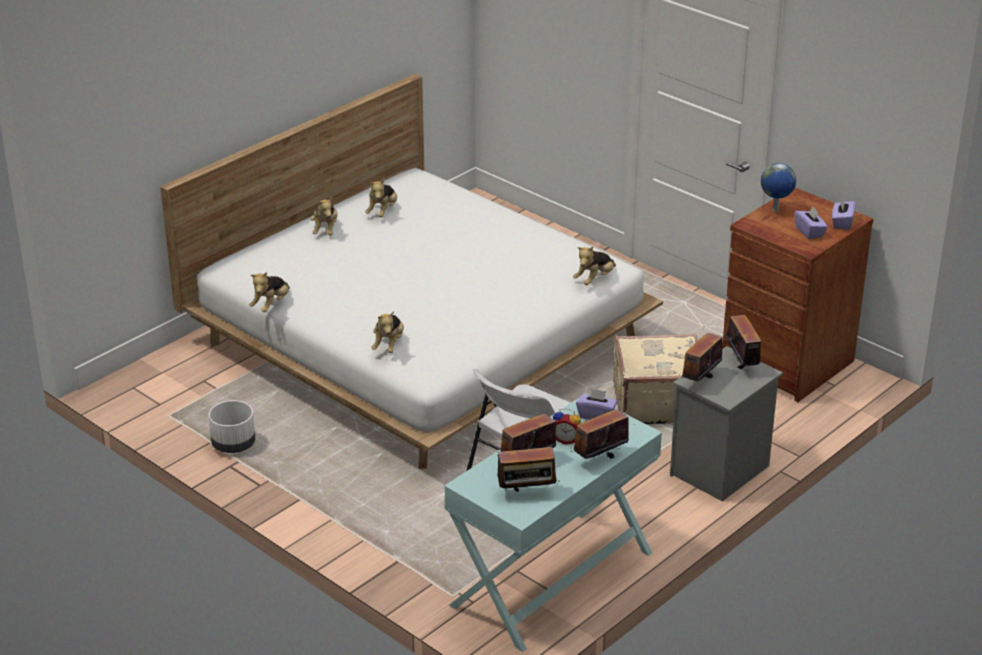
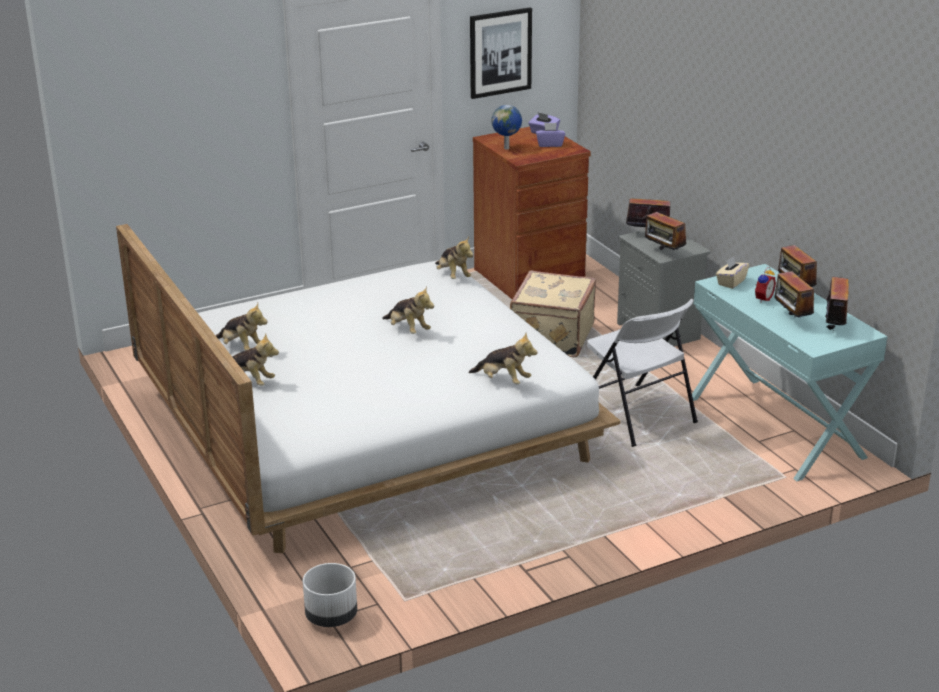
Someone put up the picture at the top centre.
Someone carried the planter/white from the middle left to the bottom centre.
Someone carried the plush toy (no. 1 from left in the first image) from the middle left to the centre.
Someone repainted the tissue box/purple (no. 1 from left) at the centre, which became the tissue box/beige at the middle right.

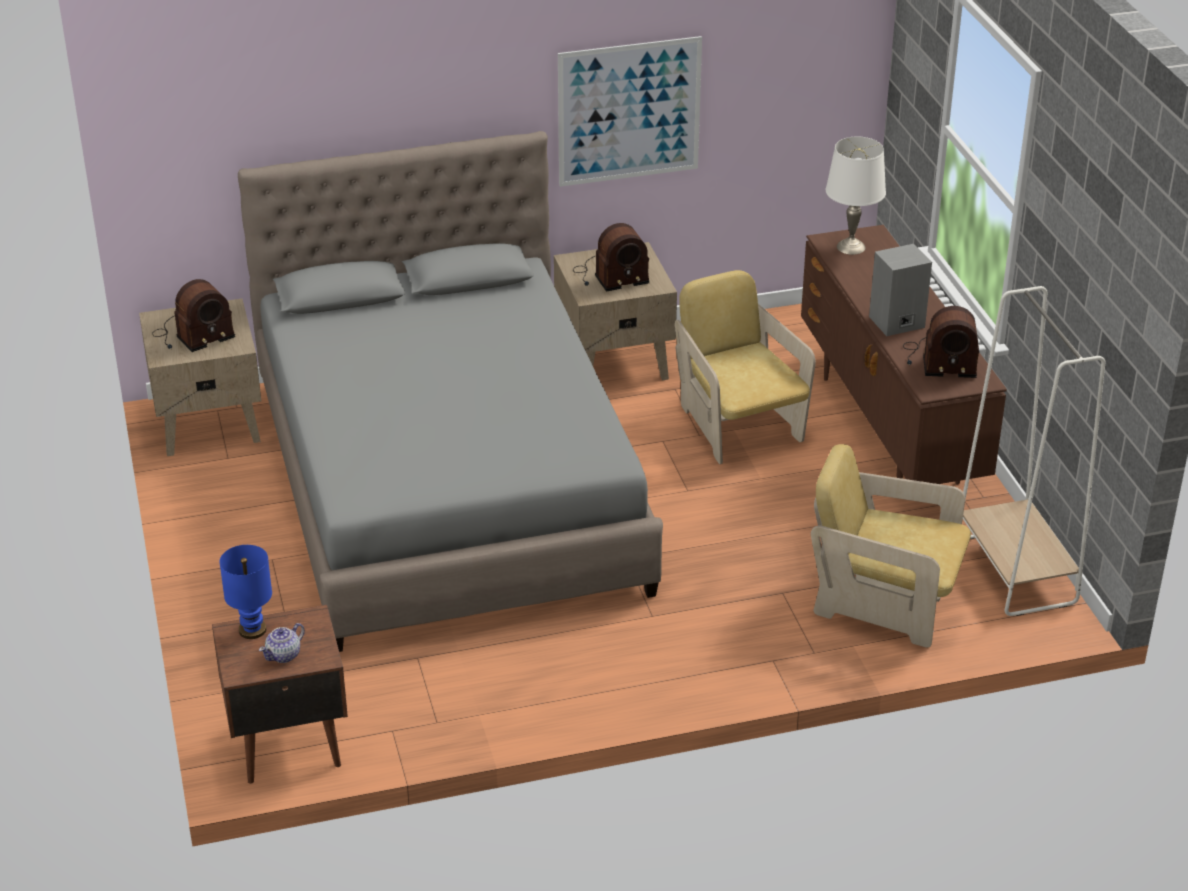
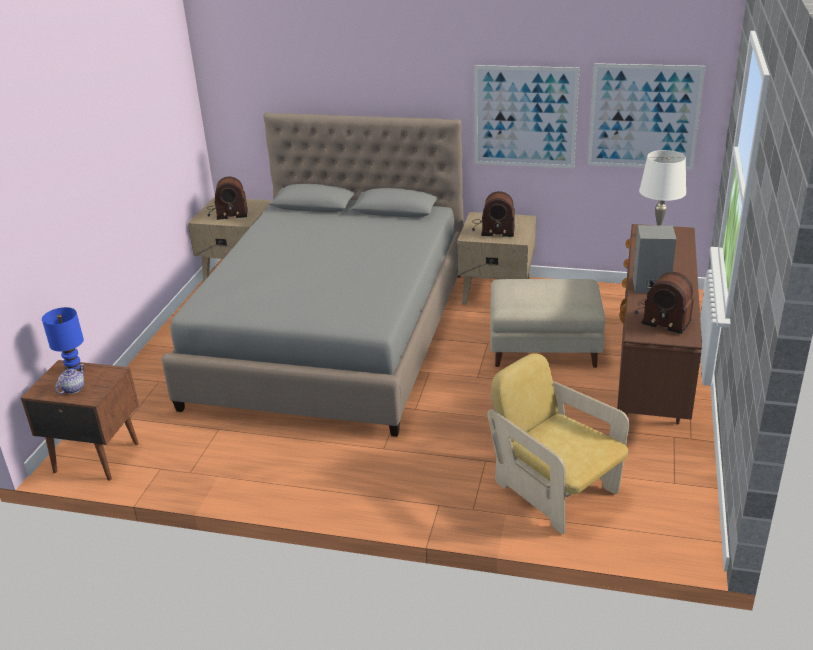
Someone took away the clothes rack at the middle right.
Someone put up the picture (no. 2 from left) at the top right.
Someone swapped the armchair/yellow (no. 1 from left) at the centre for the ottoman/beige at the middle right.
Someone rotated the teapot at the bottom left by 135 degrees clockwise.

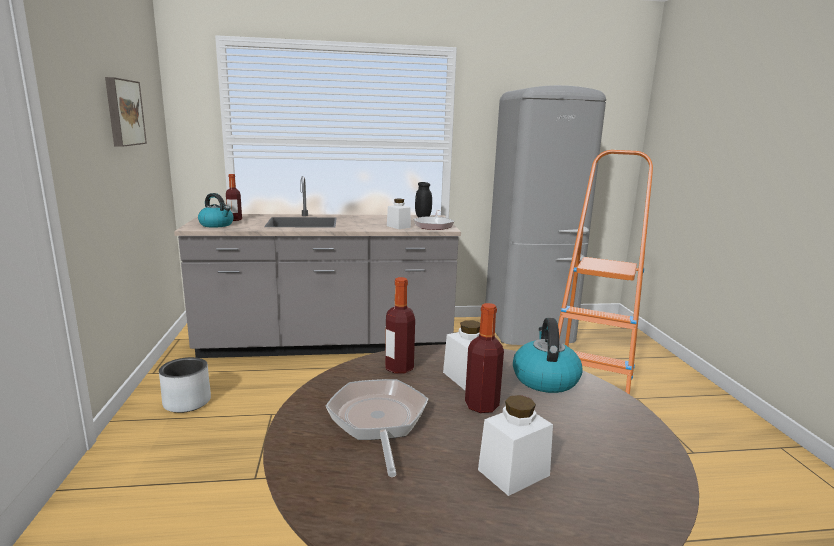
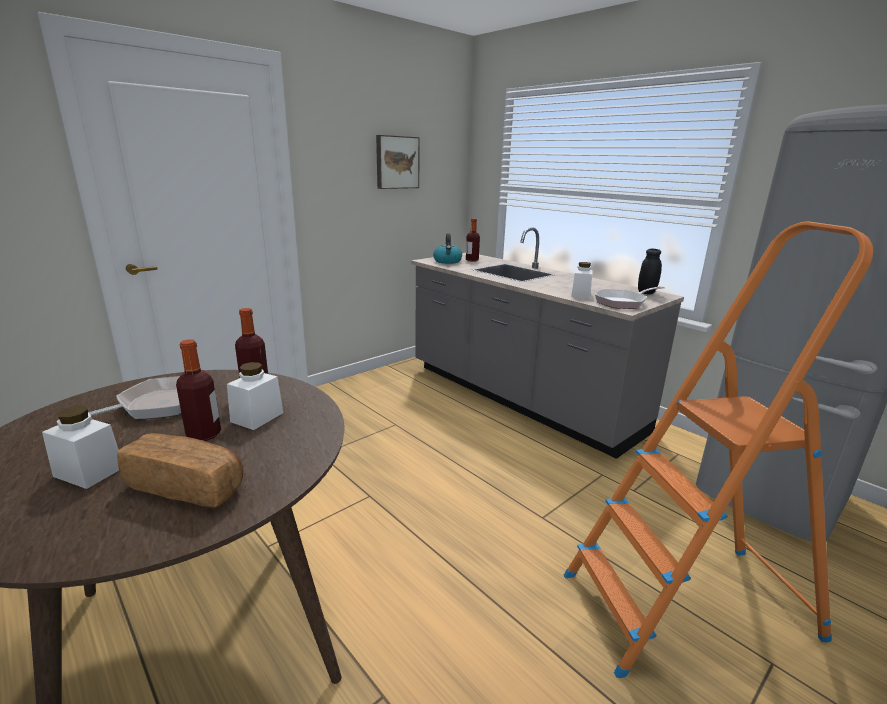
Someone took away the planter/grey at the bottom left.
Someone took away the kettle (no. 2 from left) at the centre.
Someone put down the bread at the bottom left.

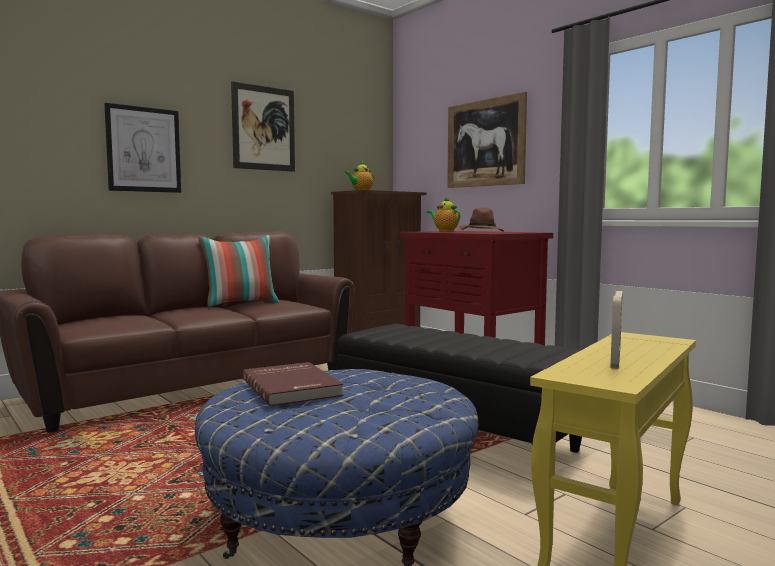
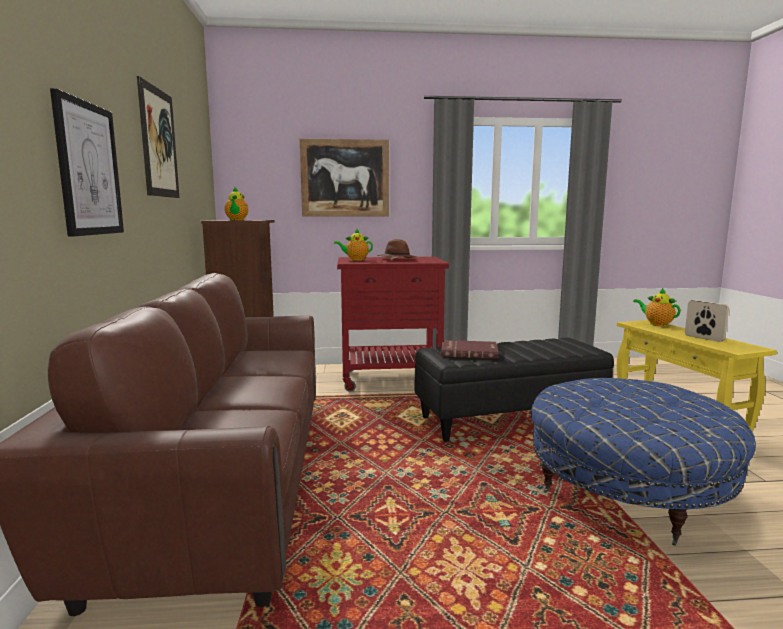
Someone took away the pillow at the middle left.
Someone put down the teapot (no. 3 from left) at the middle right.
Someone carried the book/red from the bottom centre to the centre.

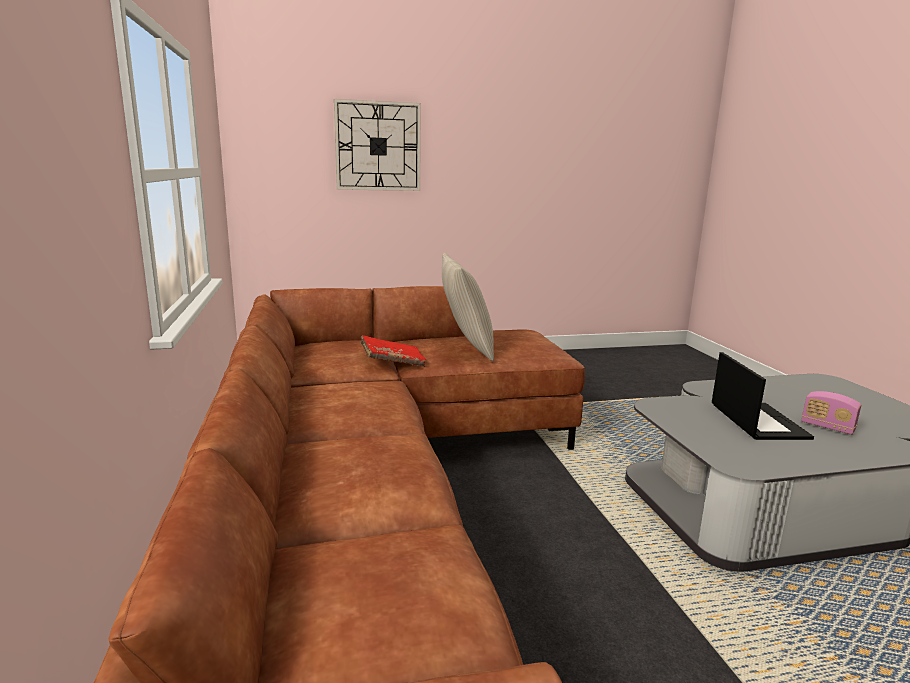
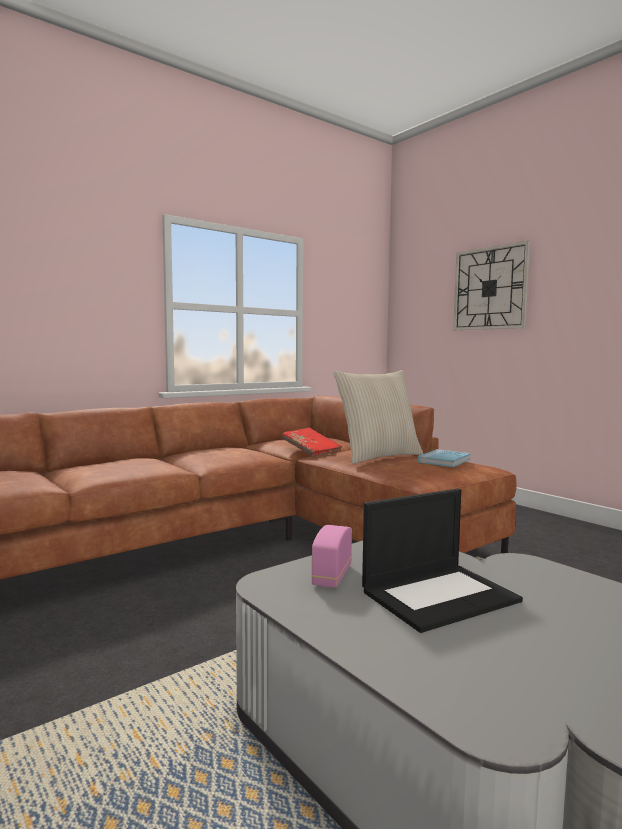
Someone put down the book/blue at the middle right.
Someone carried the radio from the middle right to the bottom centre.

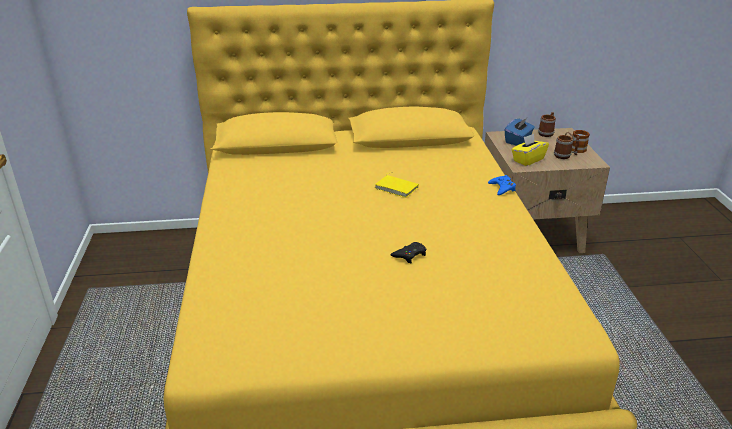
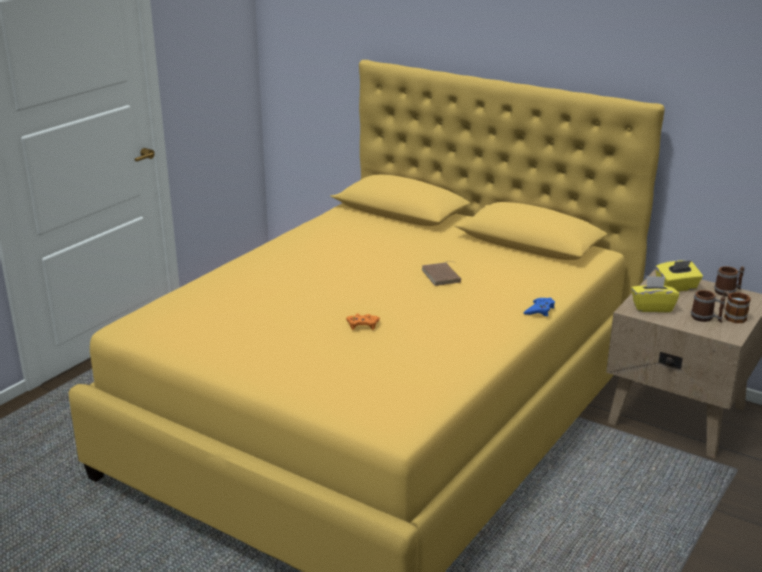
Someone repainted the book/yellow at the centre, which became the book/brown at the centre.
Someone repainted the game controller/black at the centre, which became the game controller/orange at the centre.
Someone repainted the tissue box/blue at the top right, which became the tissue box/yellow (no. 2 from left) at the middle right.

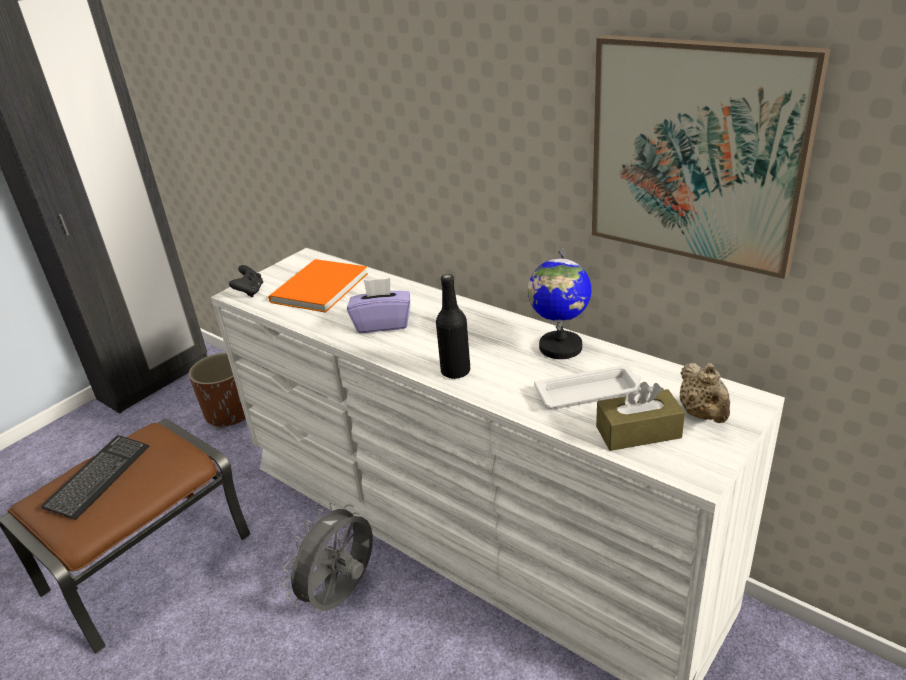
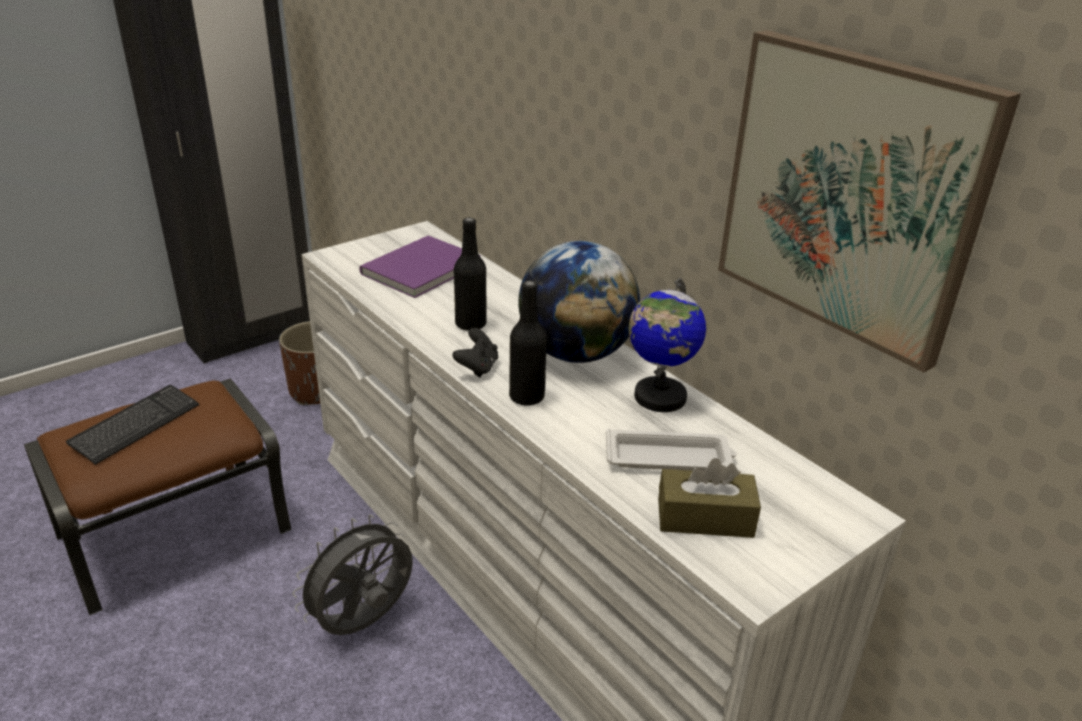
Someone took away the teapot/beige at the middle right.
Someone put down the globe (no. 1 from left) at the centre.
Someone carried the game controller/black from the middle left to the centre.
Someone swapped the tissue box/purple at the centre for the bottle/black (no. 1 from left) at the centre.
Someone repainted the book/orange at the centre, which became the book/purple at the centre.

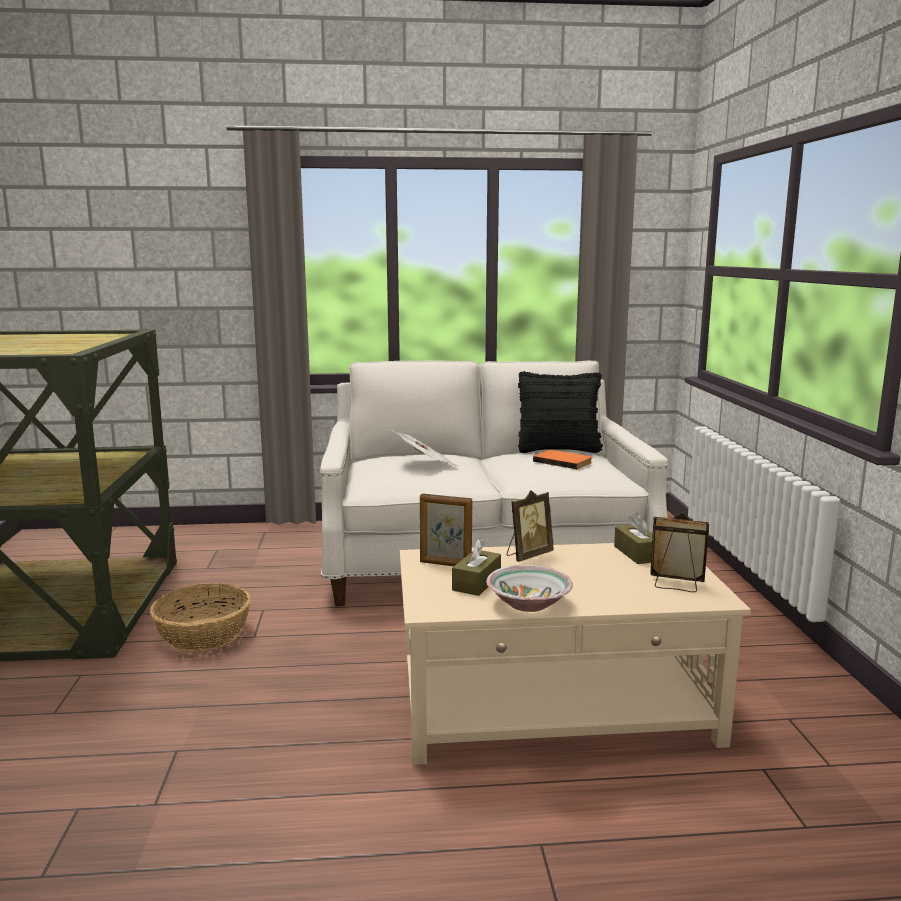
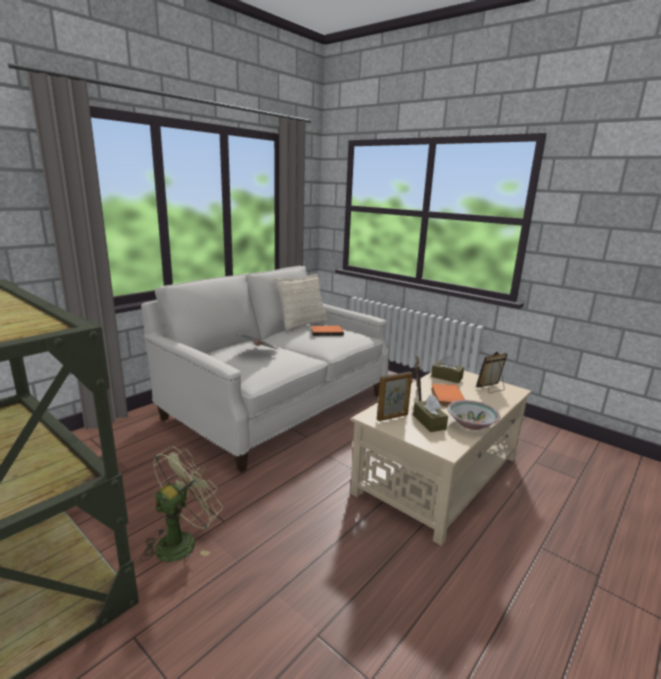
Someone put down the book/orange (no. 2 from left) at the middle right.
Someone swapped the basket at the bottom left for the fan/green at the bottom left.
Someone repainted the pillow/black at the centre, which became the pillow/beige at the centre.

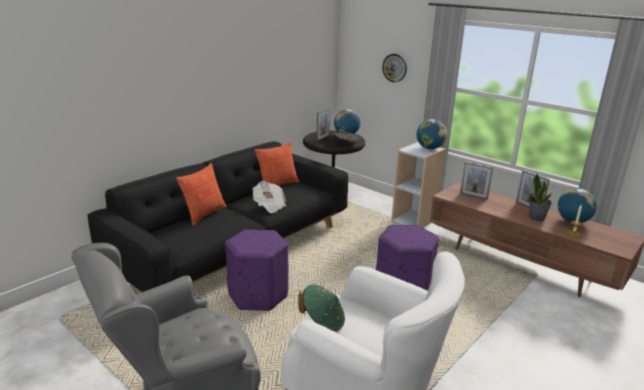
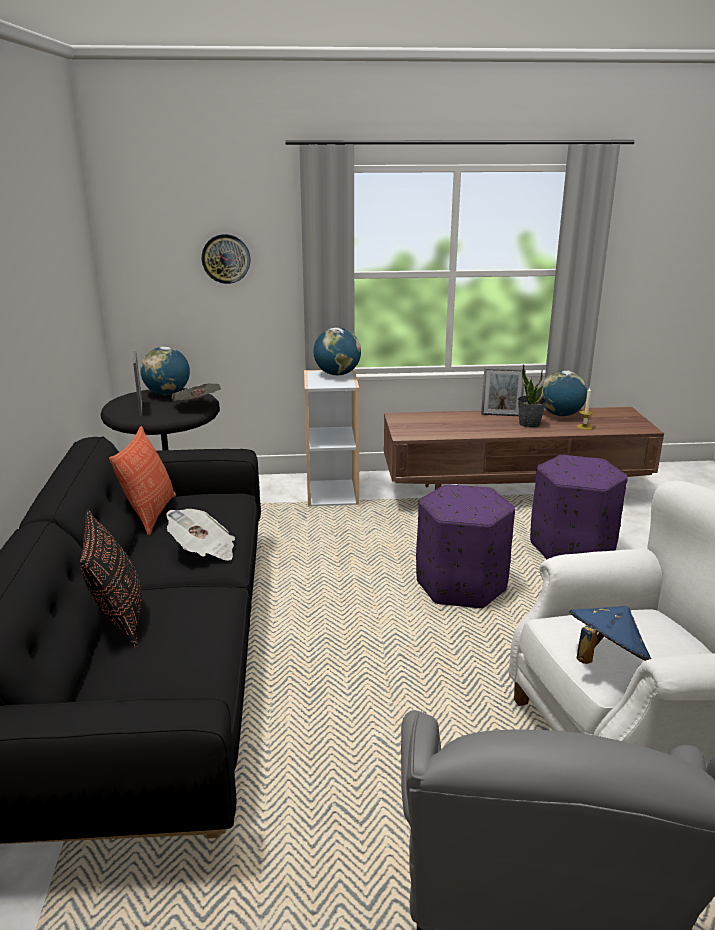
Someone took away the picture frame (no. 2 from left) at the middle right.
Someone carried the ottoman/purple (no. 1 from left in the first image) from the bottom centre to the middle right.
Someone repainted the pillow/orange (no. 1 from left) at the middle left, which became the pillow/black at the middle left.
Someone repainted the hat/green at the bottom centre, which became the hat/blue at the bottom right.

